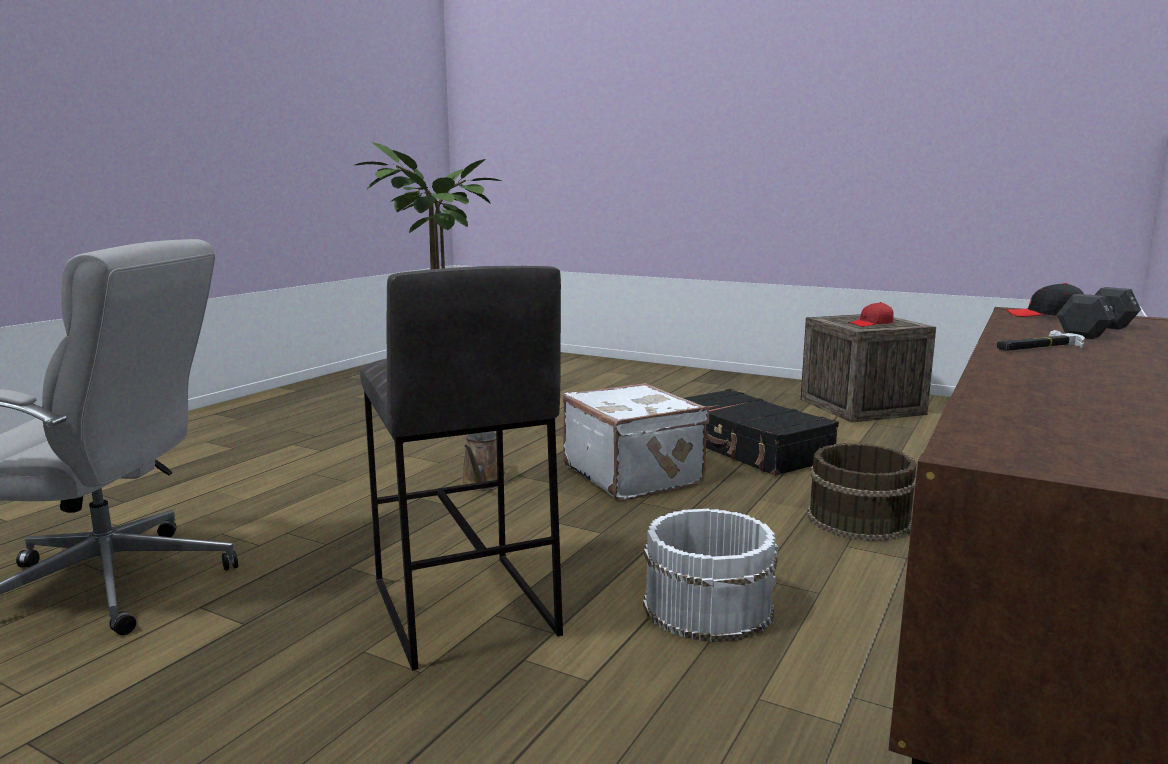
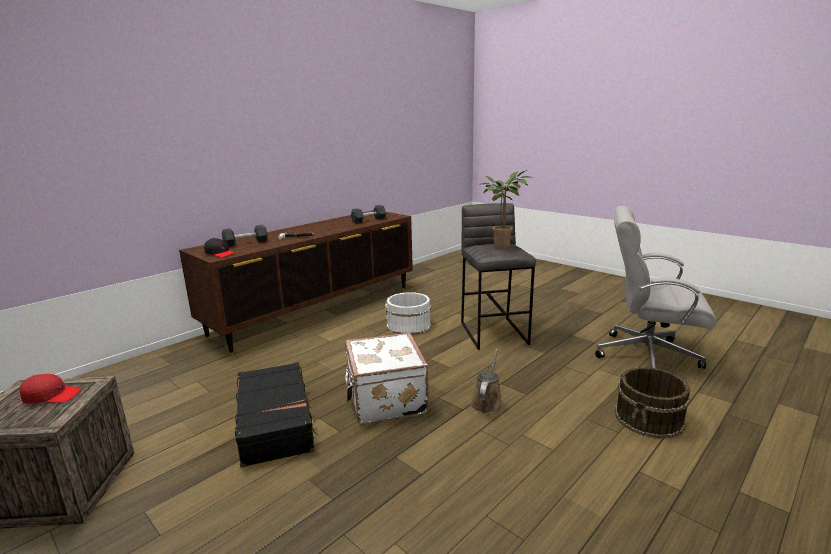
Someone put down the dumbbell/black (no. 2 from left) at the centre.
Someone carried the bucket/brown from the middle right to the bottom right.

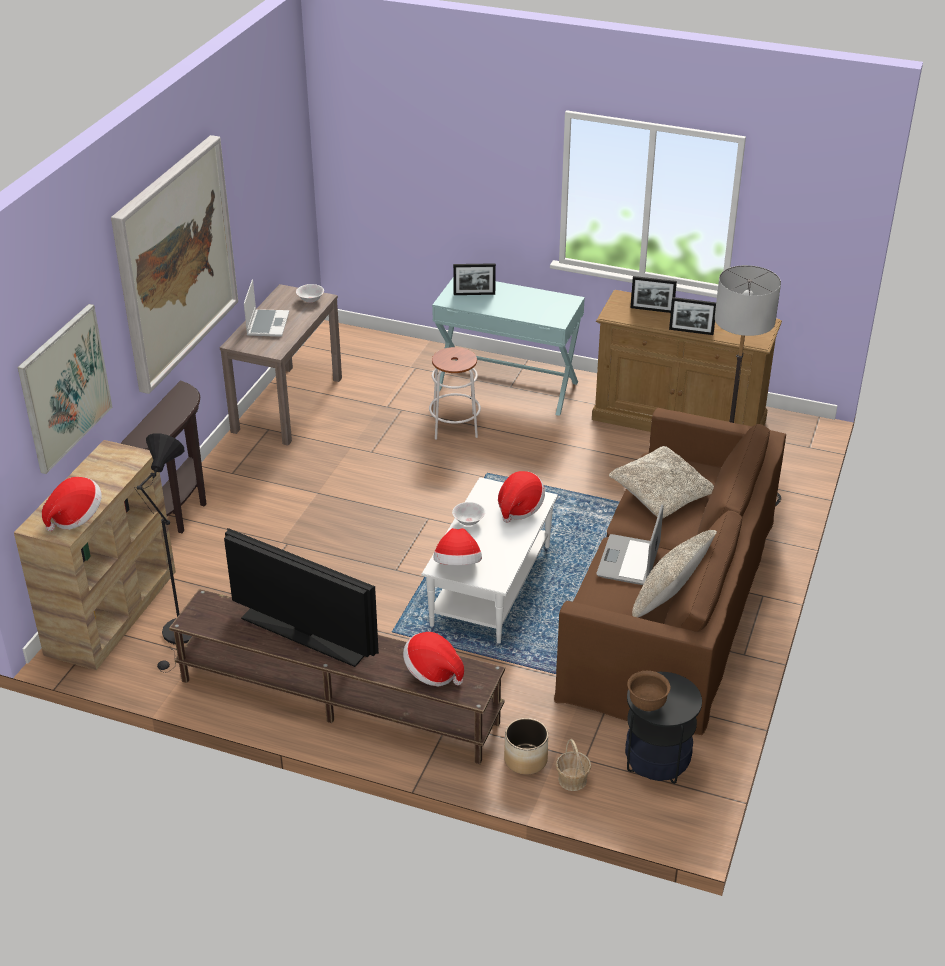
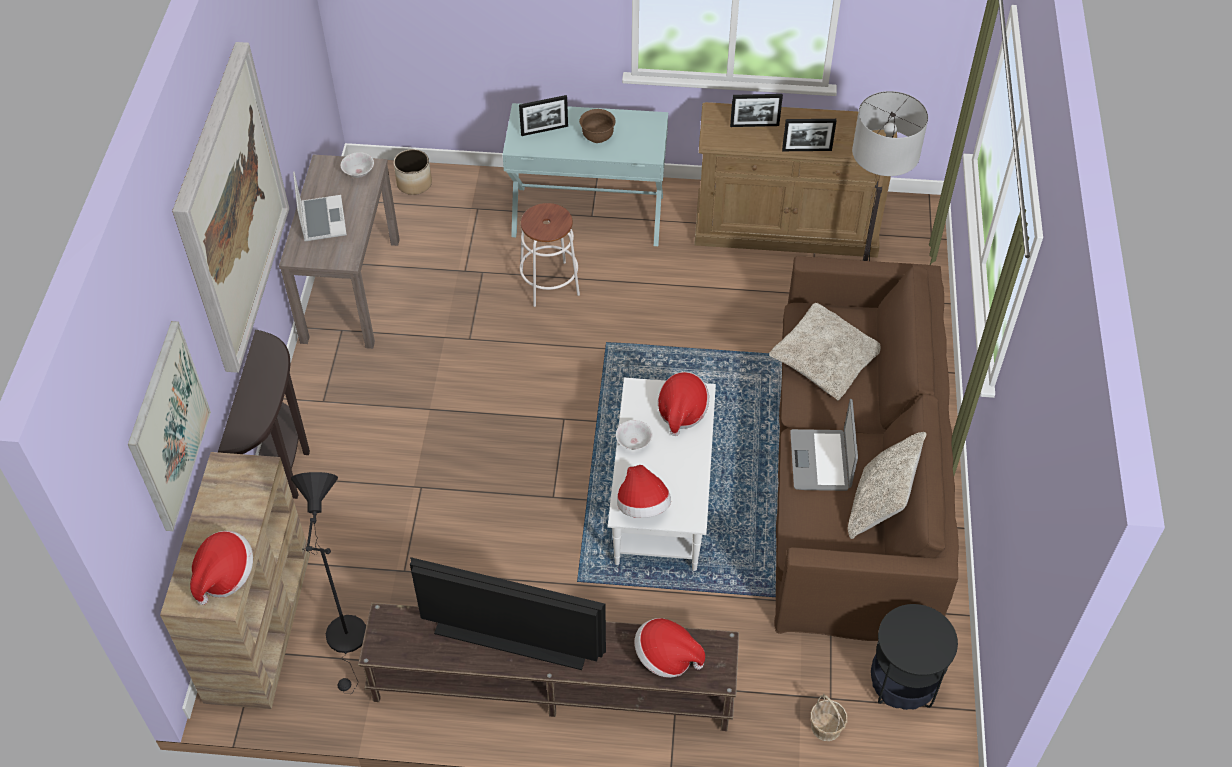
Someone carried the planter from the bottom centre to the top centre.
Someone carried the bowl/brown from the bottom right to the top centre.

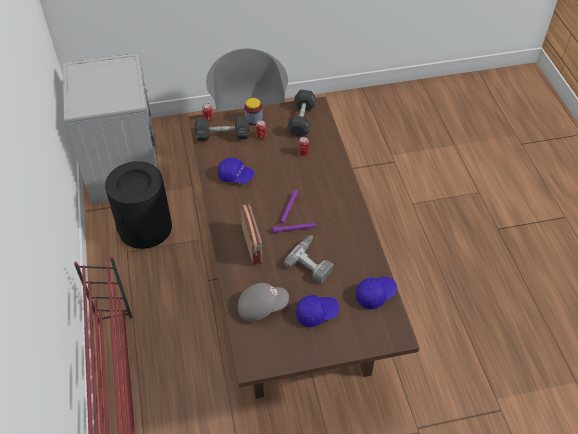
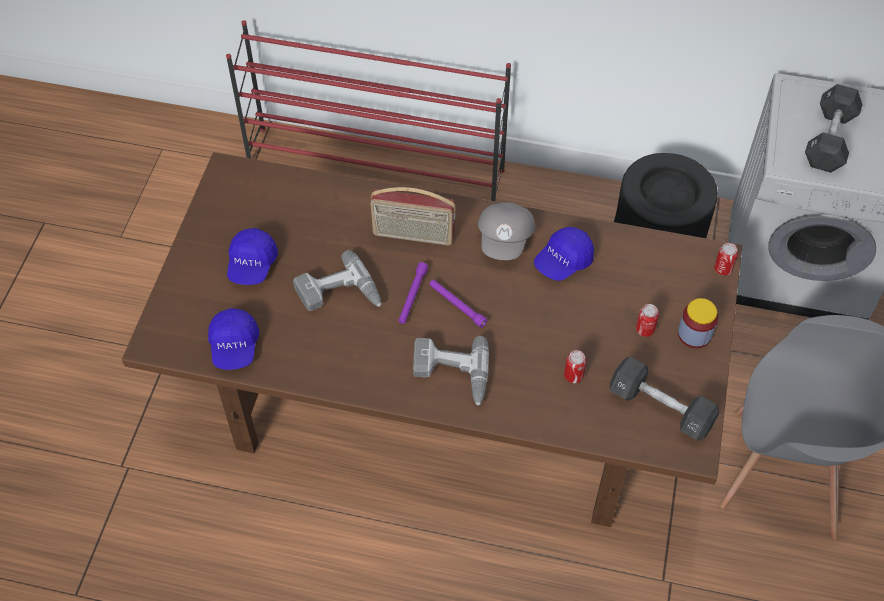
Someone put down the power drill (no. 2 from left) at the centre.
Someone carried the dumbbell/black (no. 1 from left in the first image) from the top centre to the top right.
Someone carried the cap/grey from the bottom centre to the centre.

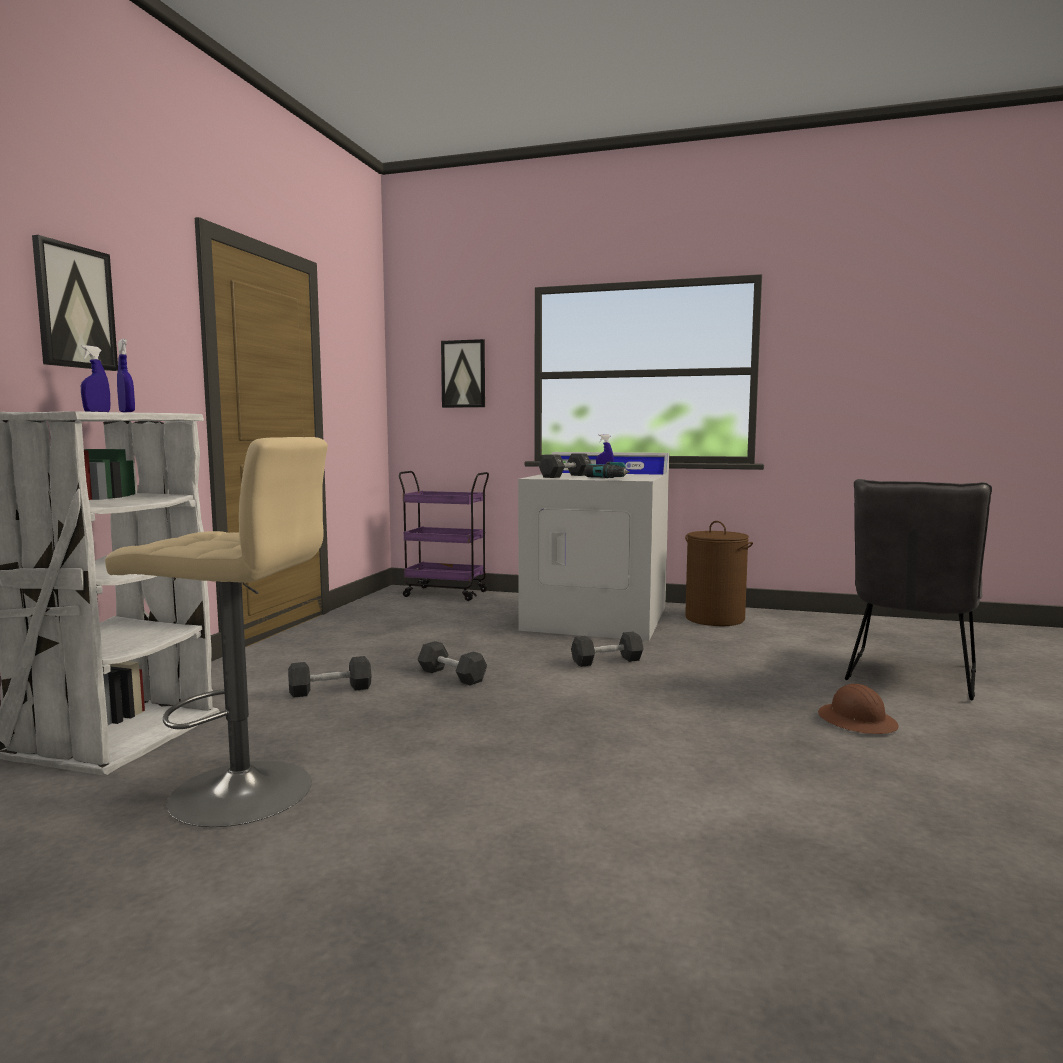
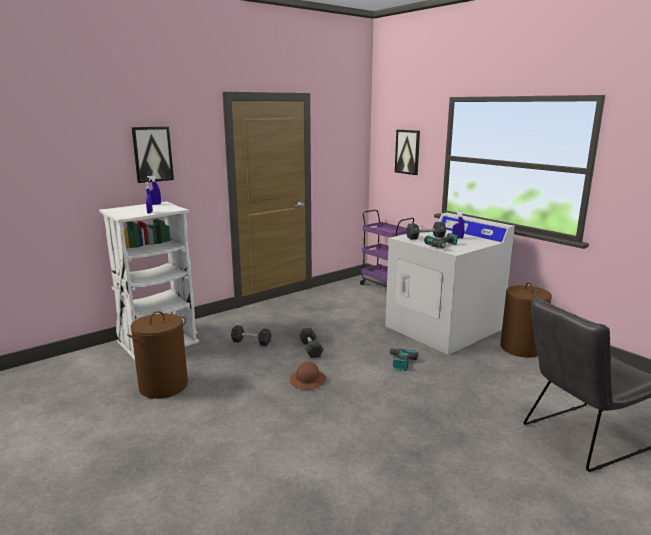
Someone carried the hard hat/brown from the bottom right to the bottom centre.
Someone swapped the stool/beige at the middle left for the laundry basket/brown (no. 1 from left) at the middle left.
Someone swapped the dumbbell/black (no. 4 from left) at the centre for the power drill (no. 1 from left) at the bottom centre.

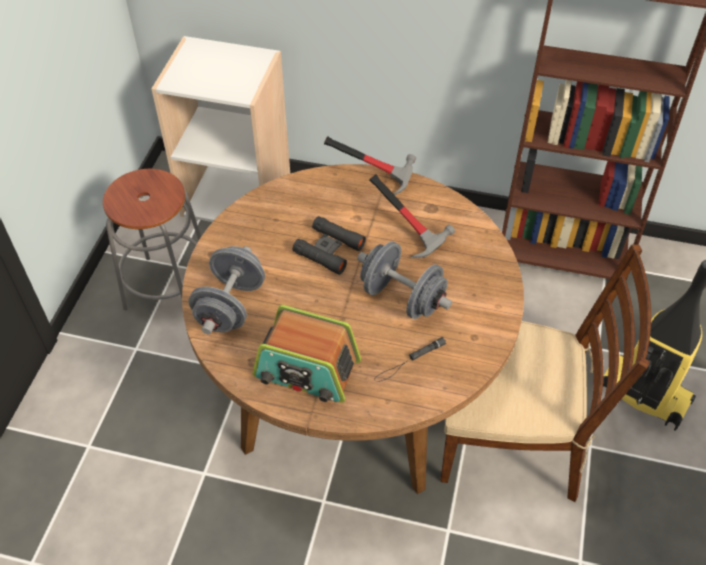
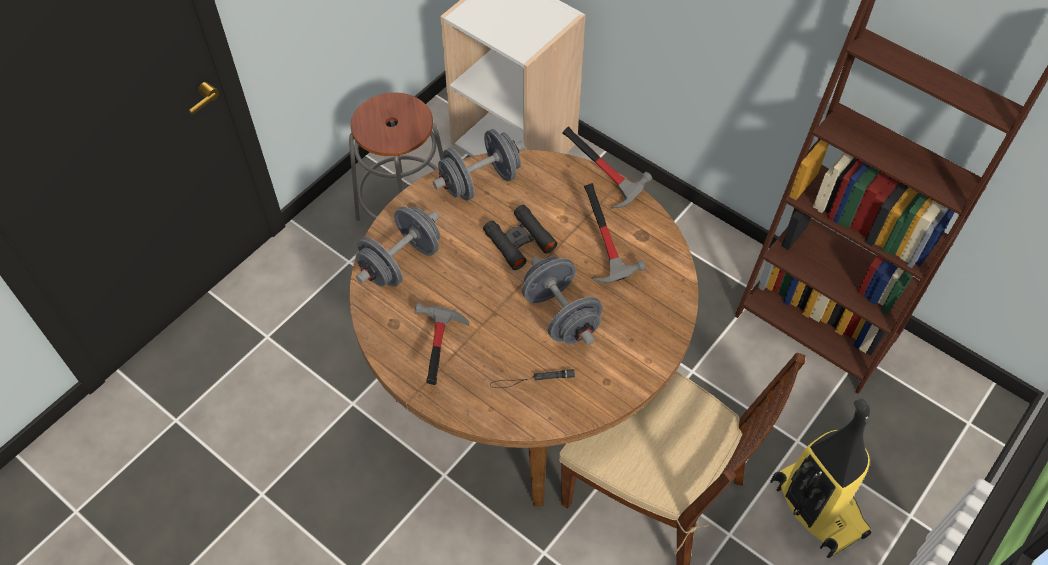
Someone put down the dumbbell/grey (no. 2 from left) at the top centre.
Someone swapped the radio at the centre for the hammer (no. 1 from left) at the centre.

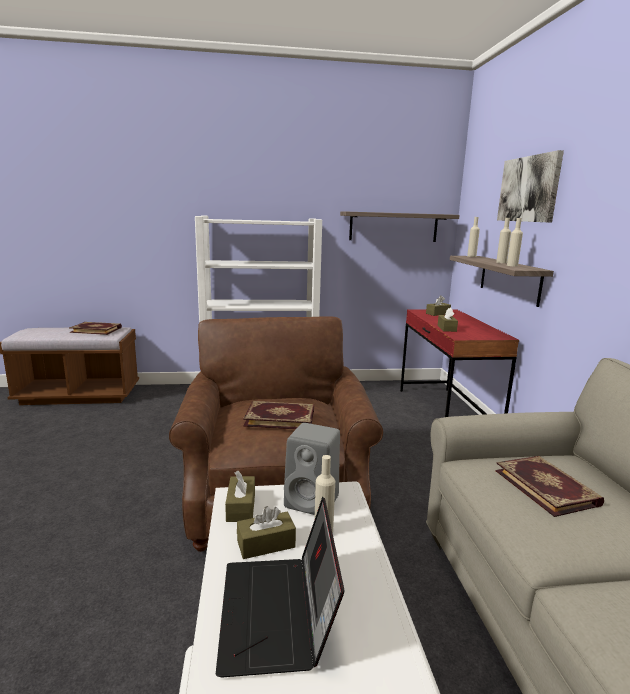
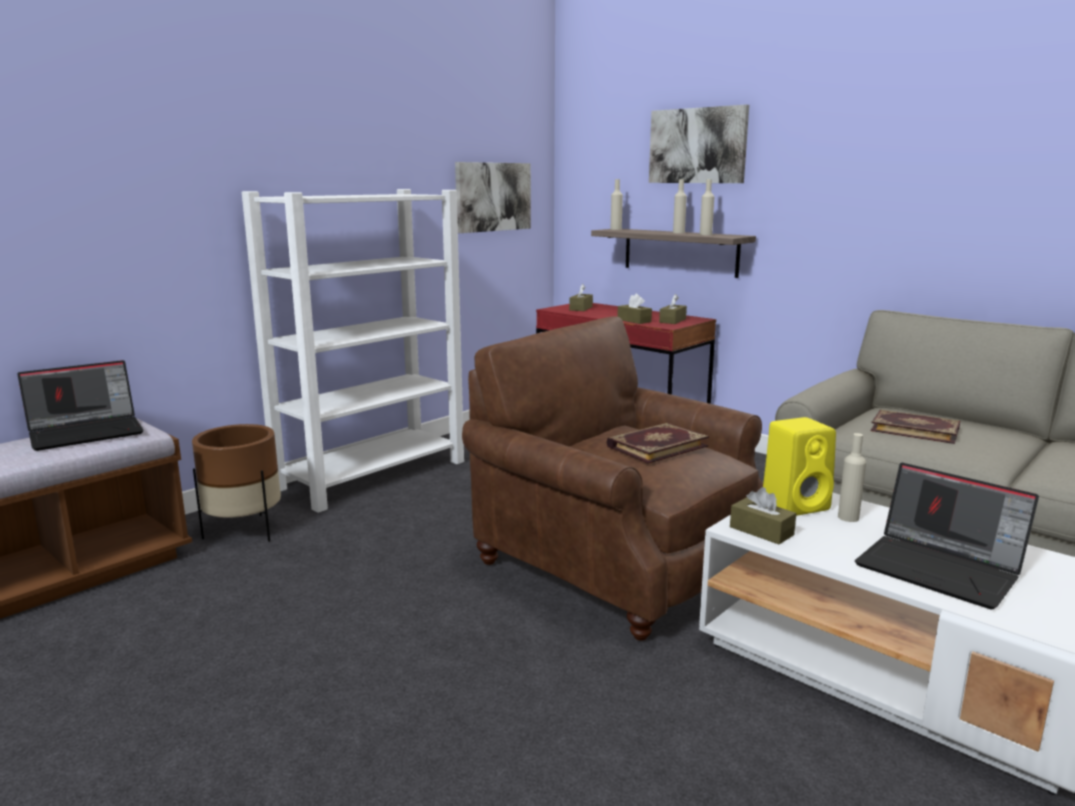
Someone put down the planter/brown at the middle left.
Someone carried the tissue box/brown (no. 2 from left in the first image) from the bottom centre to the centre.
Someone swapped the book (no. 1 from left) at the middle left for the laptop (no. 1 from left) at the middle left.
Someone swapped the shelf (no. 1 from left) at the top centre for the picture (no. 1 from left) at the top centre.
Someone repainted the speaker/grey at the bottom centre, which became the speaker/yellow at the middle right.

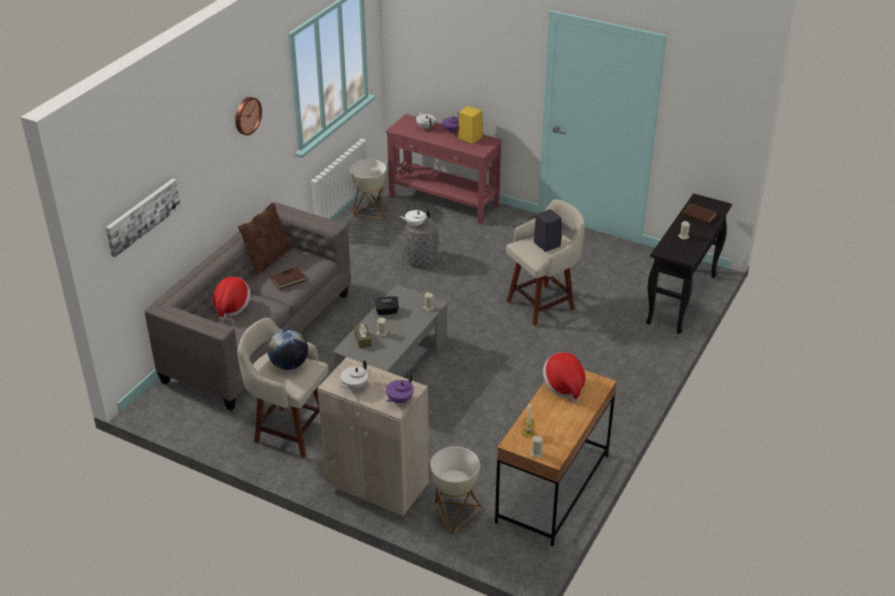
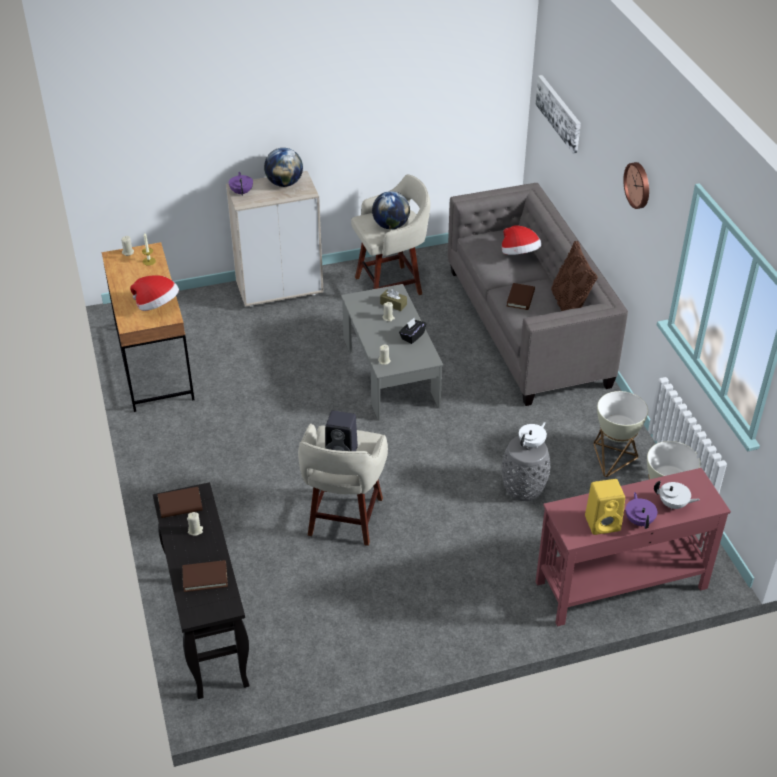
Someone put down the book/brown (no. 1 from left) at the middle left.
Someone carried the planter (no. 2 from left in the first image) from the bottom centre to the middle right.
Someone swapped the teapot/white (no. 1 from left) at the centre for the globe (no. 1 from left) at the top centre.

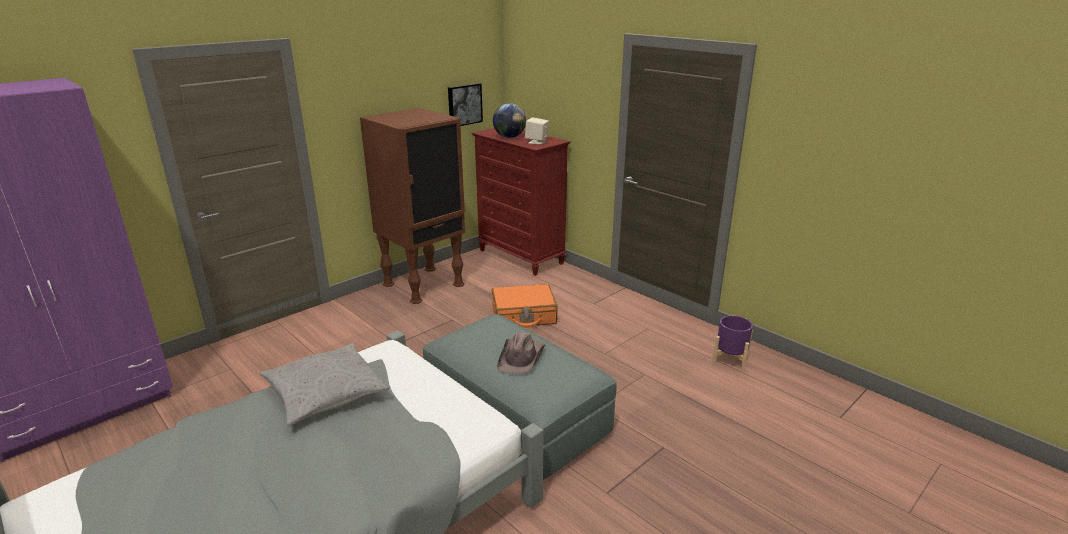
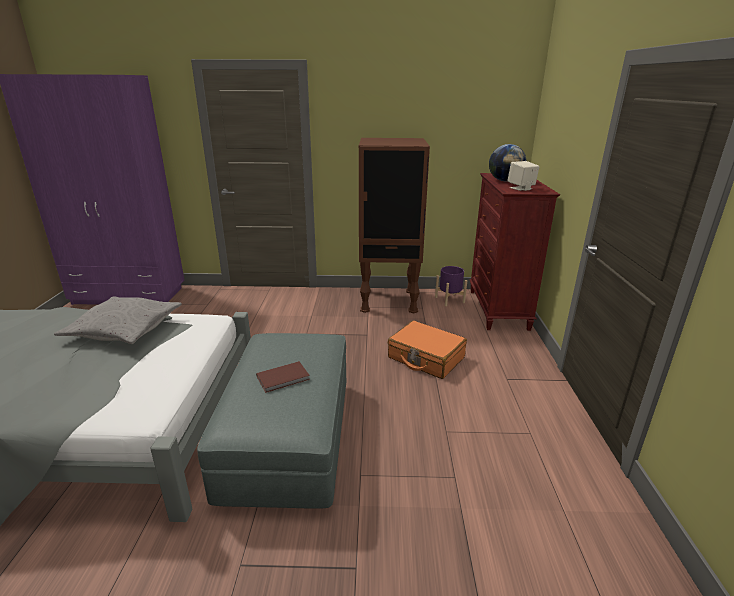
Someone took away the picture at the top centre.
Someone carried the planter/purple from the middle right to the centre.
Someone swapped the hat/brown at the centre for the book/brown at the centre.

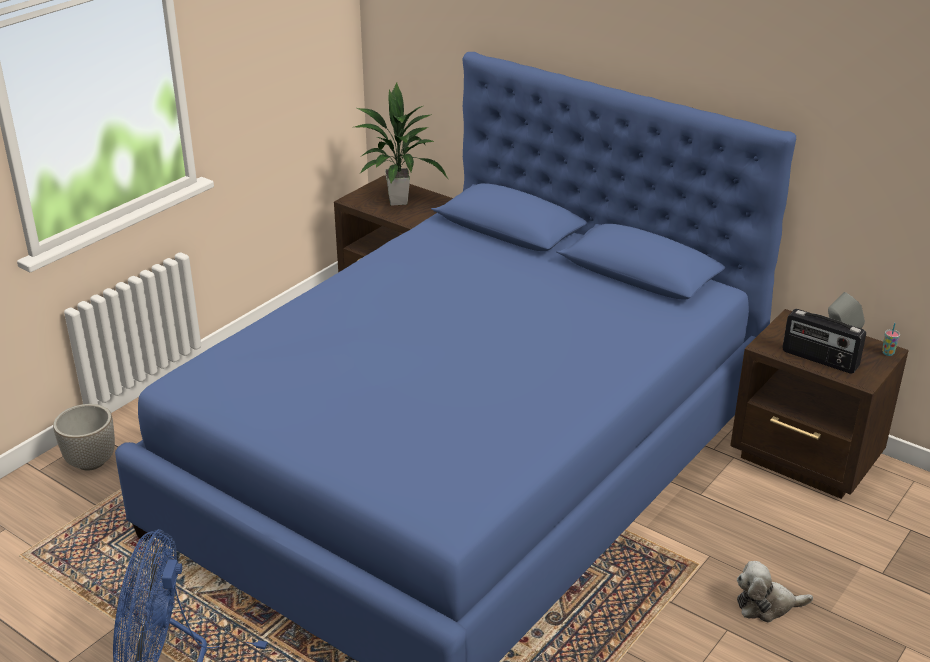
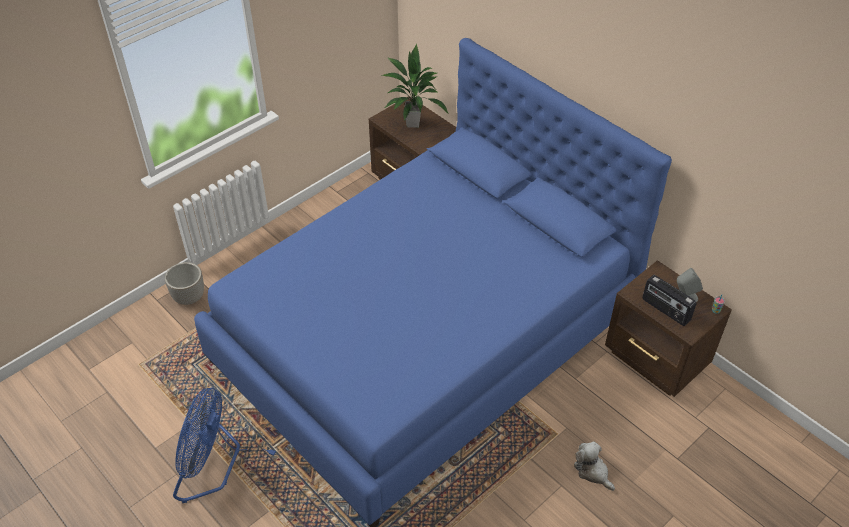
Someone rotated the plush toy at the bottom right by 45 degrees clockwise.

